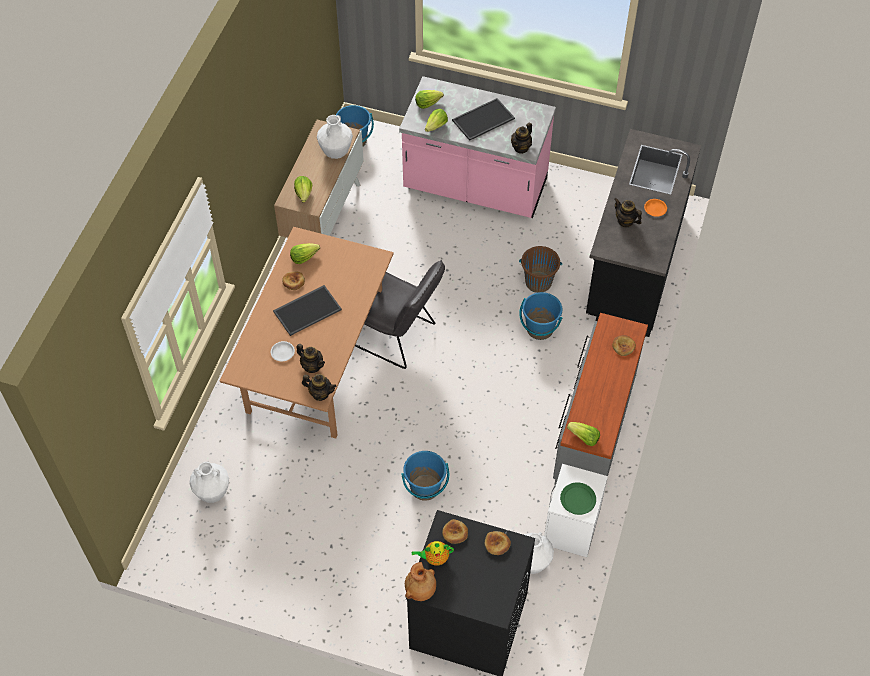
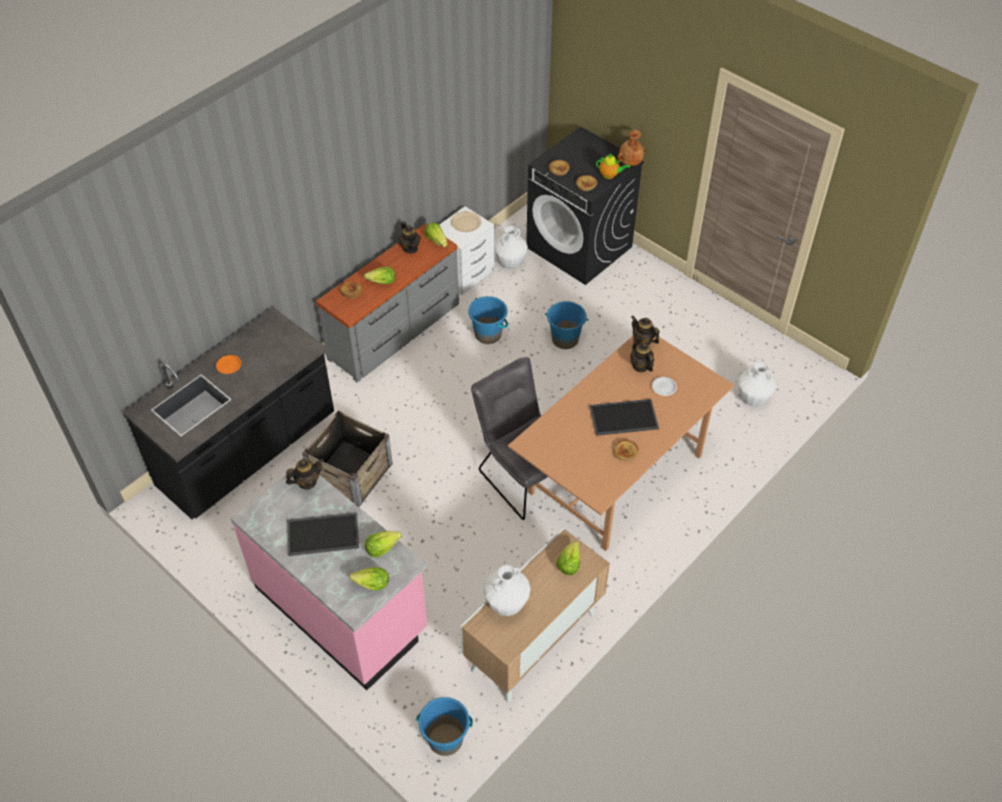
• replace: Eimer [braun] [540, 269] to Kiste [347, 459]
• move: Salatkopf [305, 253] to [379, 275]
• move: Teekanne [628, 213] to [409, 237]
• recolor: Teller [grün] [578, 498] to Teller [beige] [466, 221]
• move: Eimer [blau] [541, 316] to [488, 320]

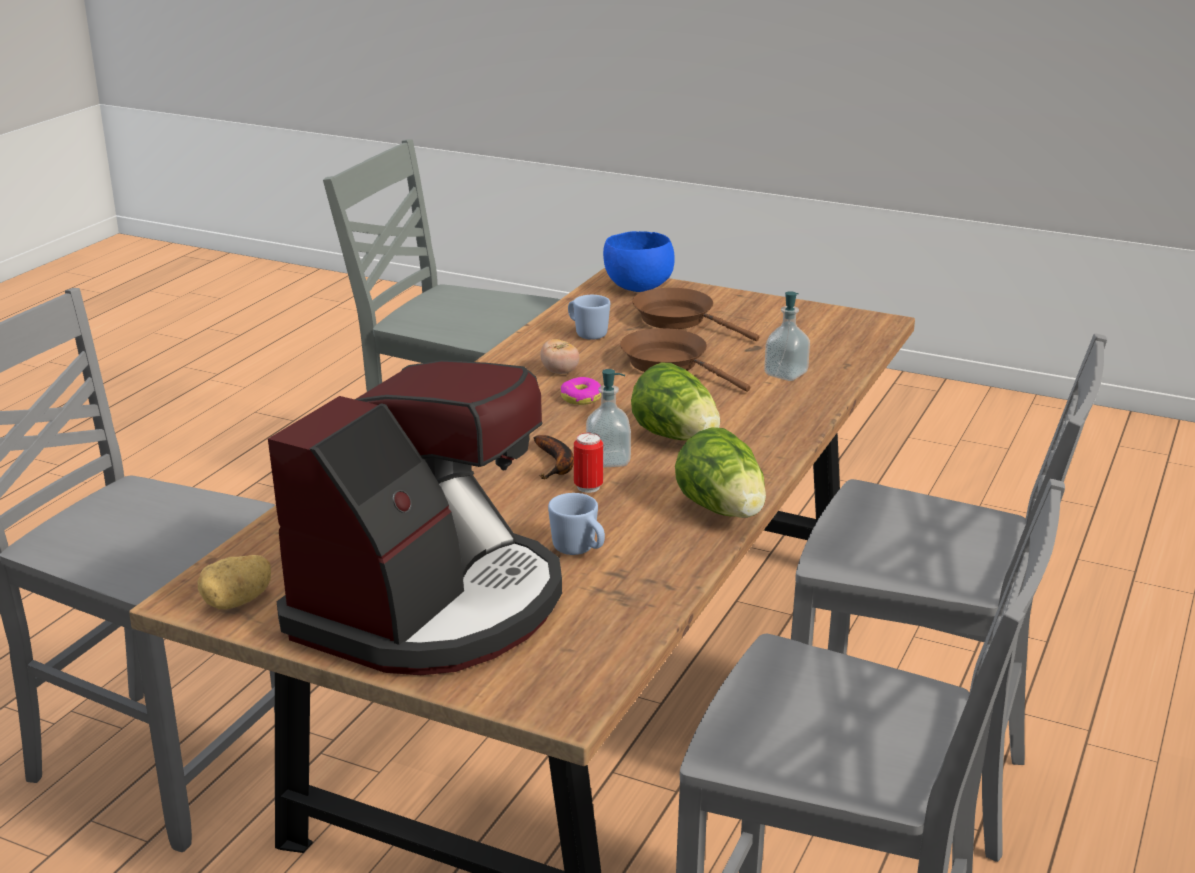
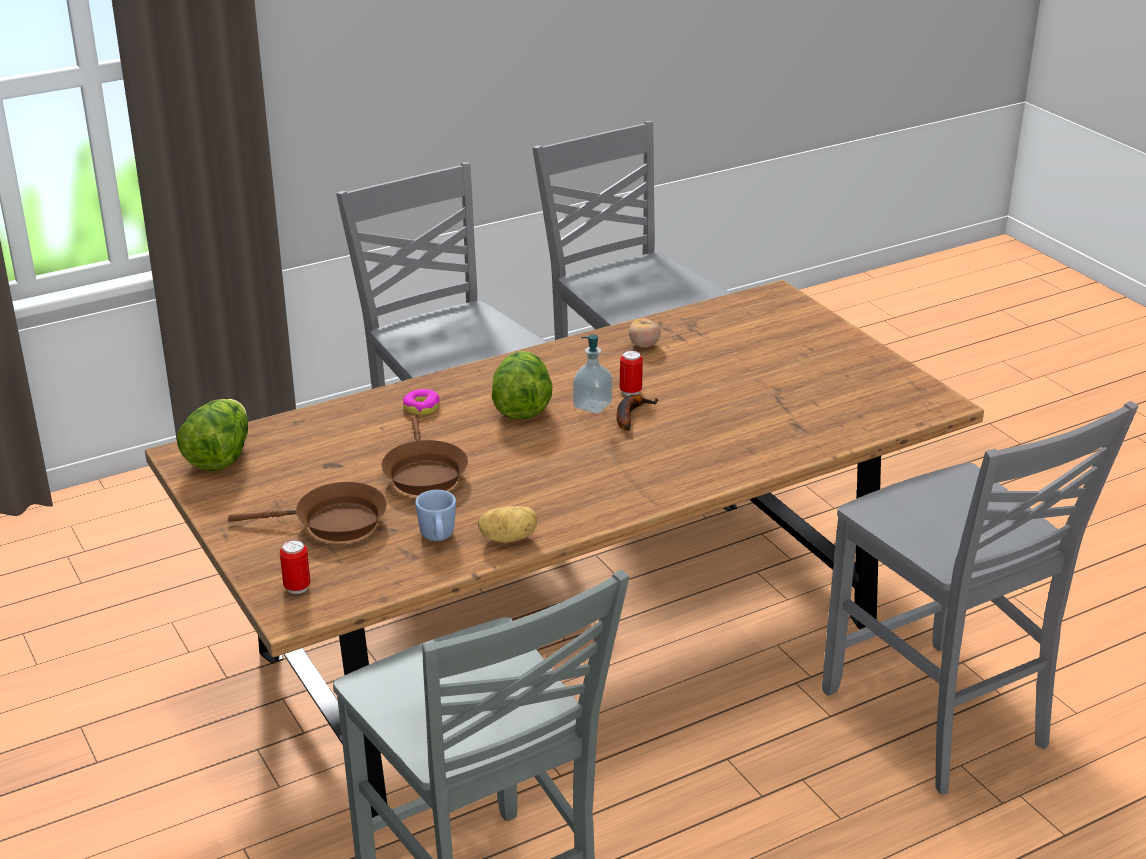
• move: Salatkopf [720, 472] to [212, 435]
• rotate: Pfanne [braun] [695, 314] = [307, 511] 75 degrees counterclockwise
• replace: Schüssel [blau] [639, 261] to Dose [295, 567]
• move: Donut [580, 391] to [421, 402]
• move: Kartoffel [234, 582] to [507, 524]
• move: Tomate [560, 356] to [645, 333]
• delete: Kaffeemaschine [415, 517]
• delete: Henkelbecher [blau] [576, 524]
• delete: Seifenspender [787, 336]

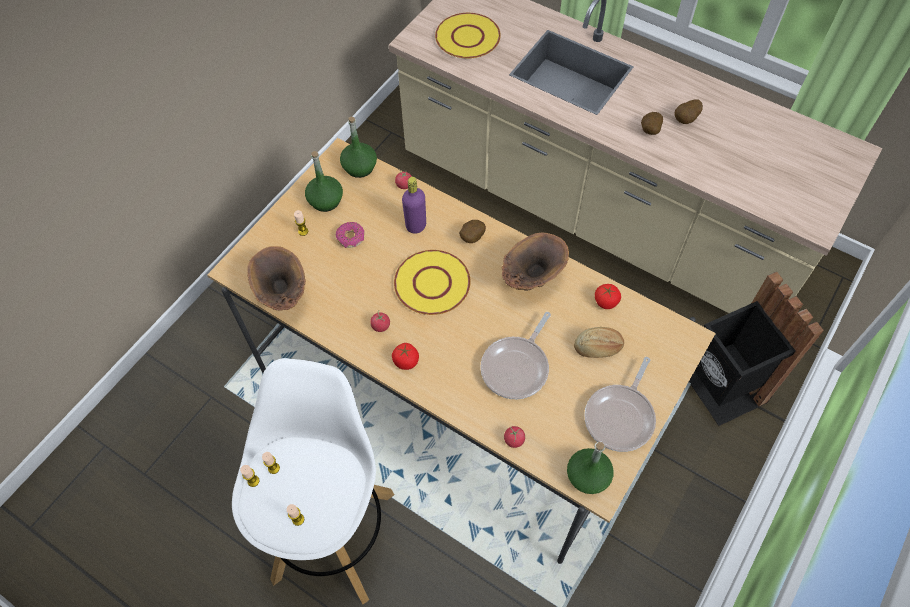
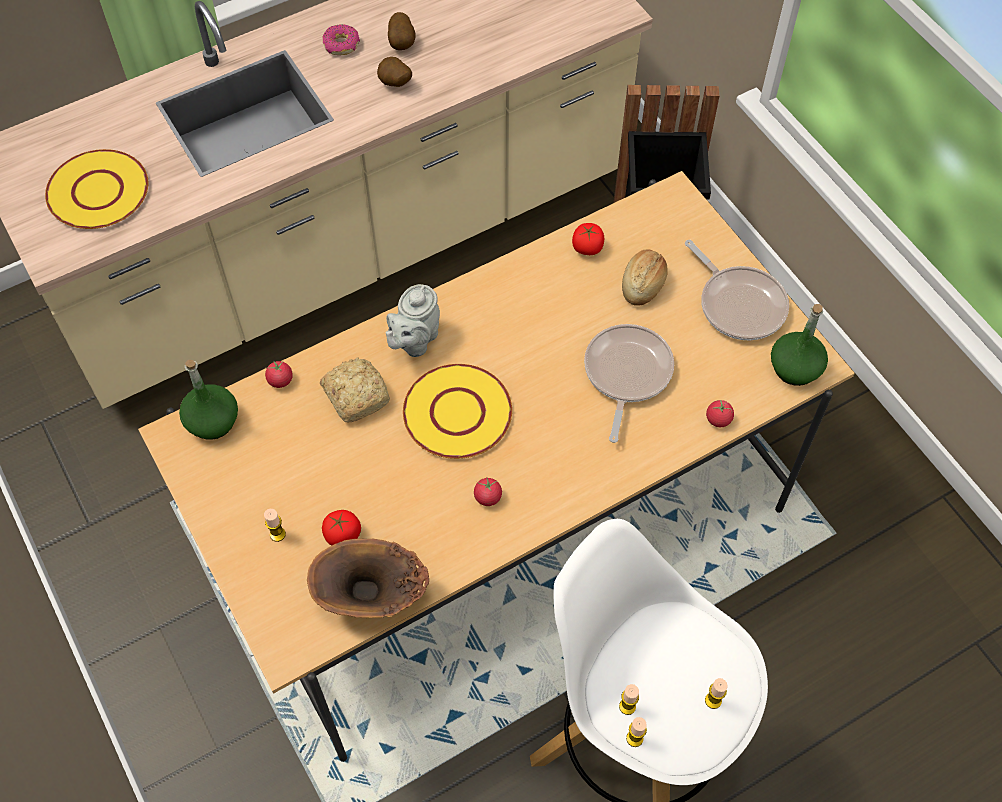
• replace: Flasche [lila] [414, 205] to Brot [355, 389]
• move: Donut [350, 235] to [341, 39]
• move: Tomate [405, 356] to [341, 528]
• replace: Kartoffel [472, 231] to Teekanne [grau] [412, 320]
• rotate: Pfanne [515, 355] = [629, 383] 135 degrees counterclockwise
• delete: Flasche [grün] [324, 181]
• delete: Vase [braun] [535, 261]

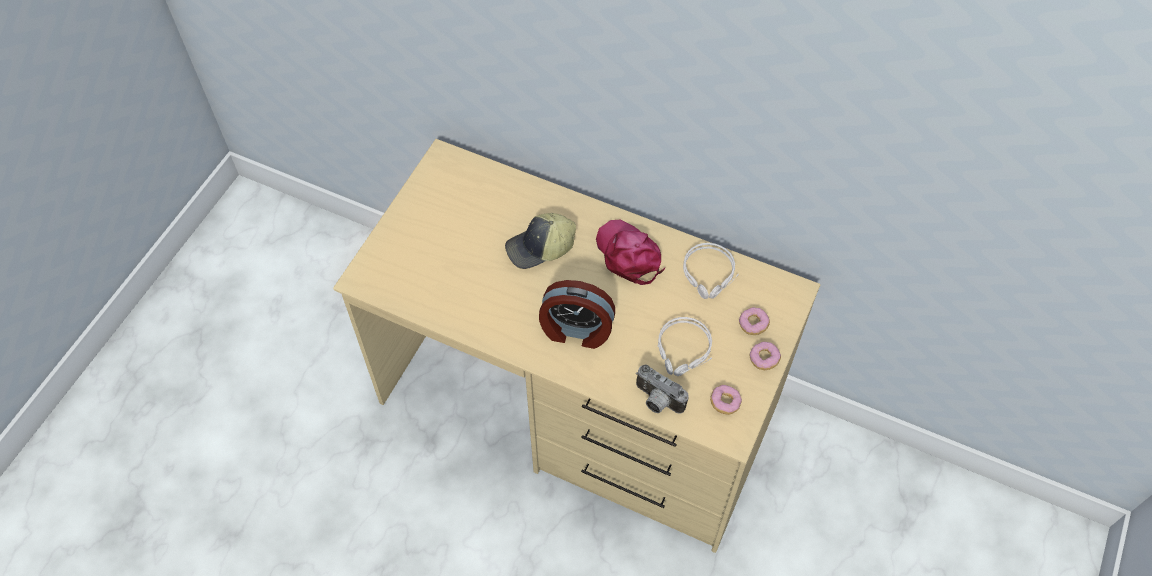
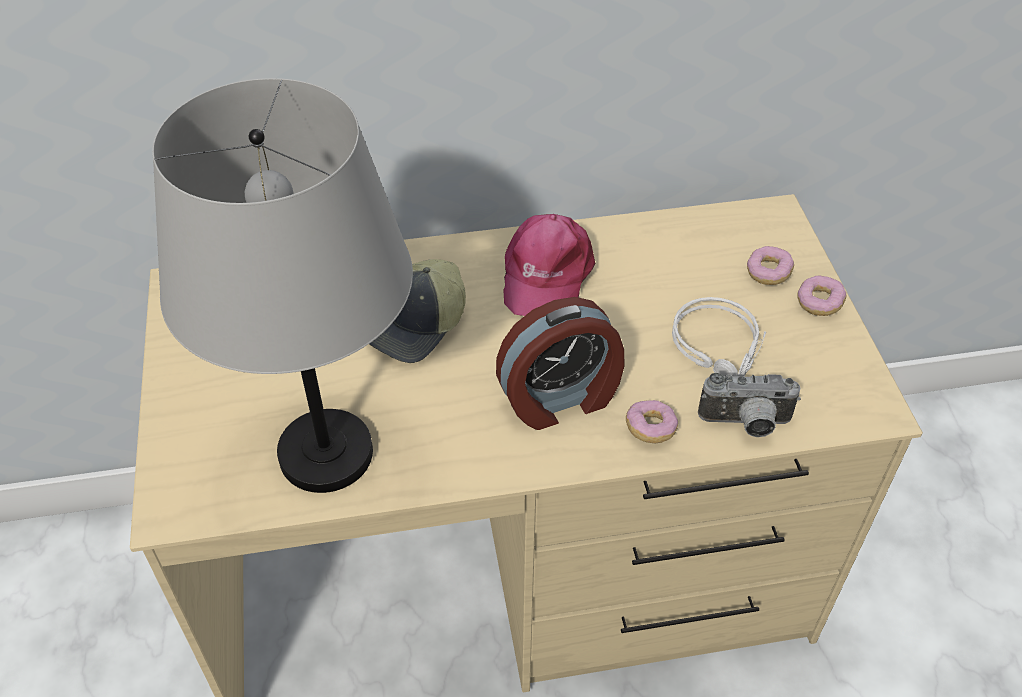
• insert: Tischlampe [grau] [282, 285]
• rotate: Kappe [rosa] [631, 252] = [549, 265] 105 degrees counterclockwise
• move: Donut [726, 400] to [652, 421]
• delete: Kopfhörer [grau] [711, 271]

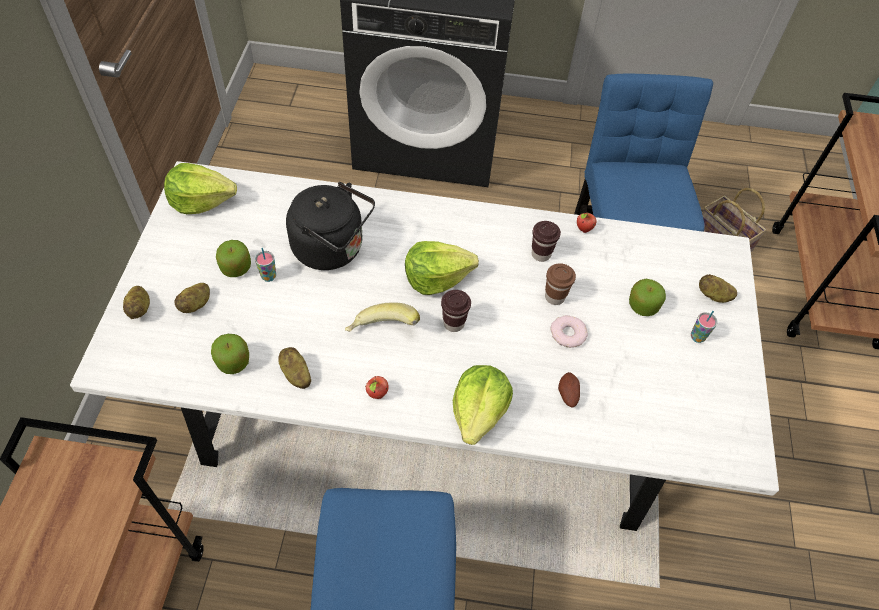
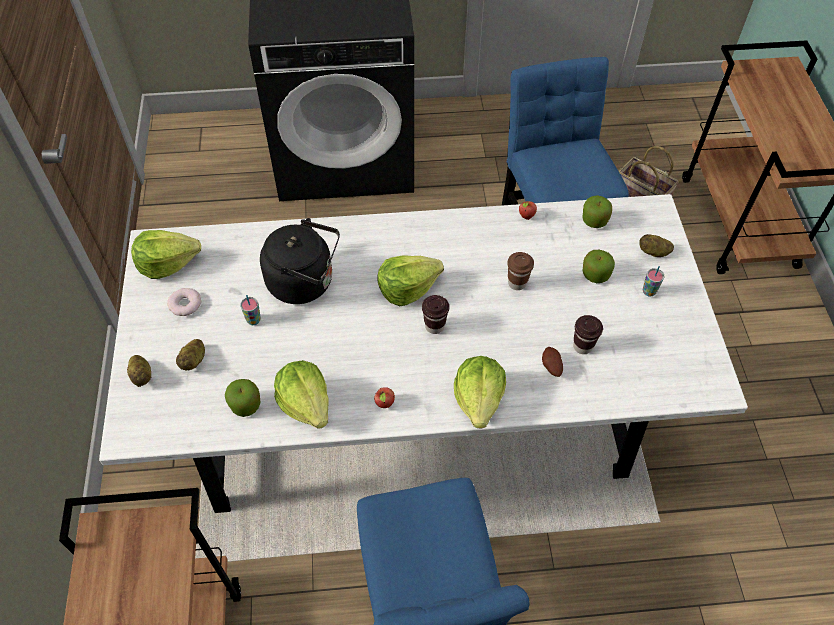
• move: Donut [569, 331] to [184, 302]
• replace: Kartoffel [294, 368] to Salatkopf [301, 394]
• move: Tasse [braun] [546, 241] to [588, 334]
• move: Apfel [233, 258] to [597, 211]
• delete: Banane [382, 317]

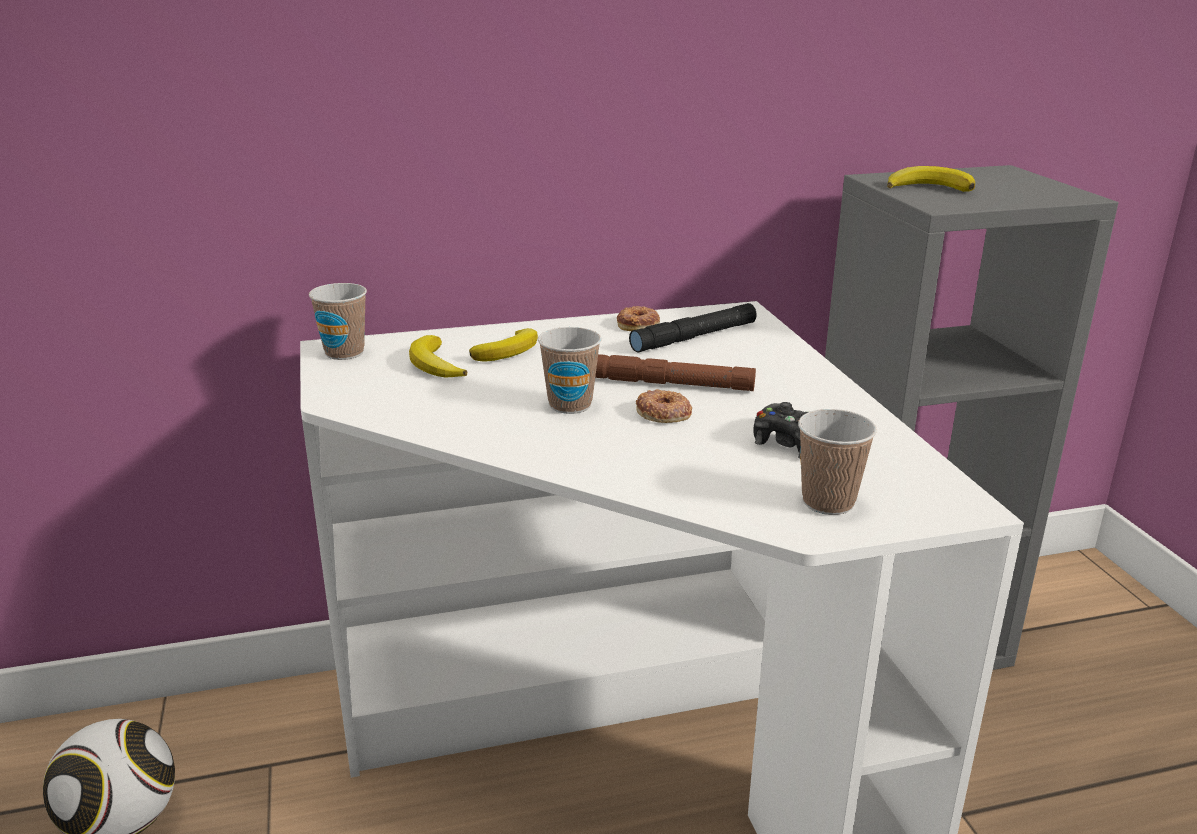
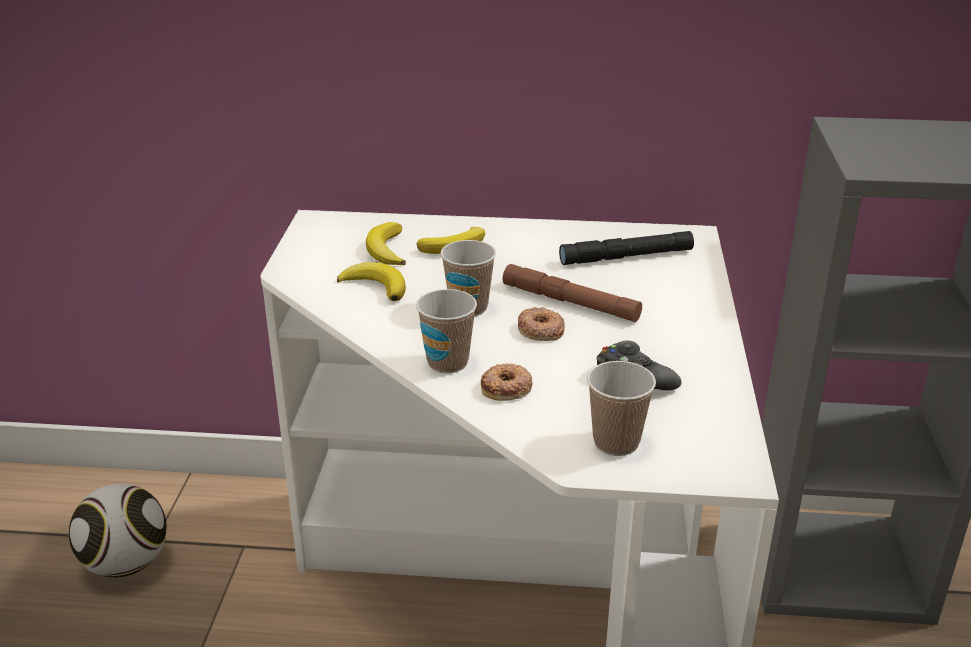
• move: Banane [931, 179] to [371, 281]
• move: Tasse [338, 321] to [446, 331]
• move: Donut [638, 318] to [506, 382]

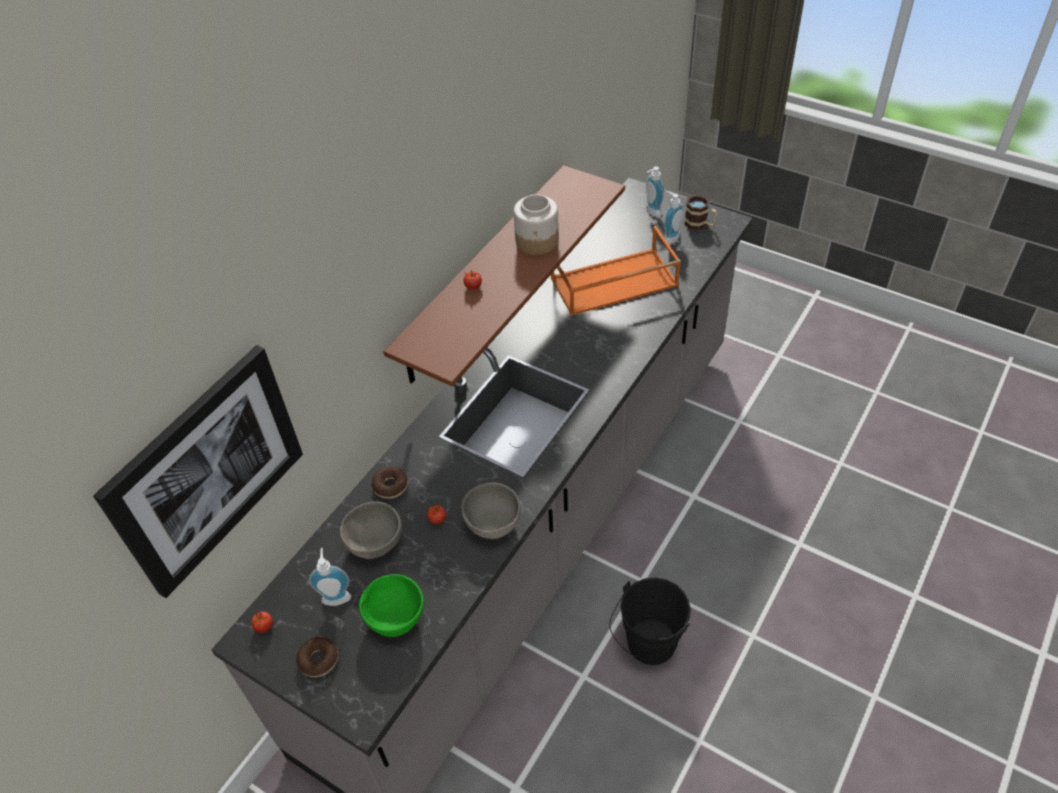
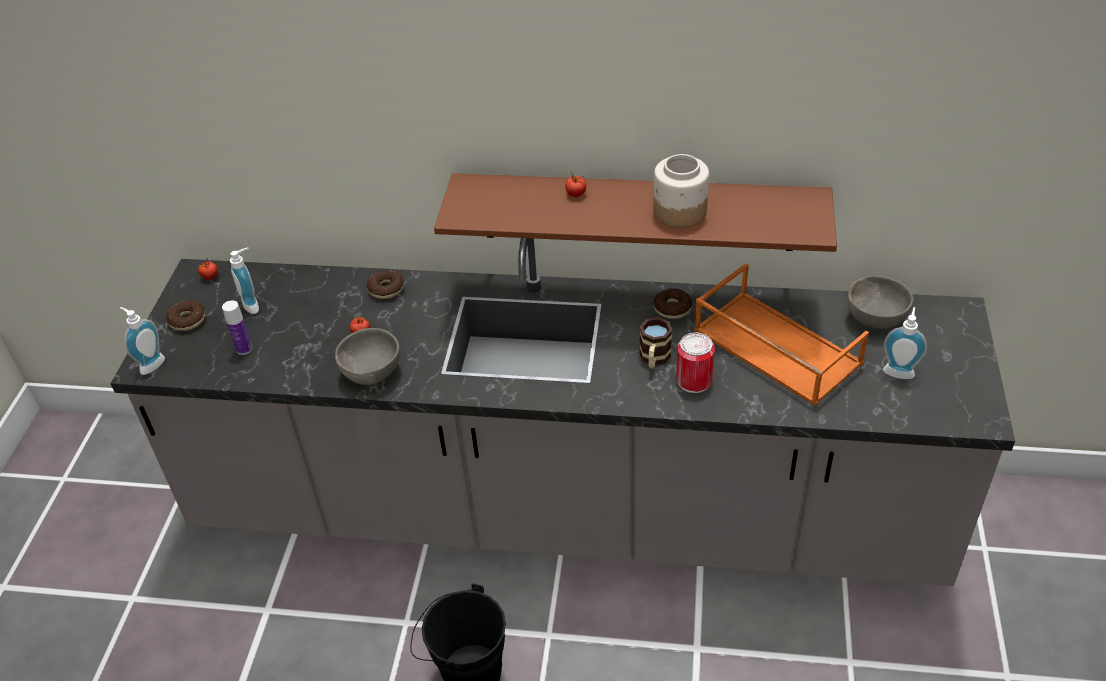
• move: Seifenspender [655, 191] to [142, 341]
• replace: Schüssel [grün] [391, 605] to Flasche [237, 327]
• move: Henkelbecher [701, 212] to [655, 343]
• insert: Donut [672, 303]
• insert: Dose [695, 363]
• move: Schüssel [grau] [371, 530] to [880, 302]
• delete: Bild [198, 471]

